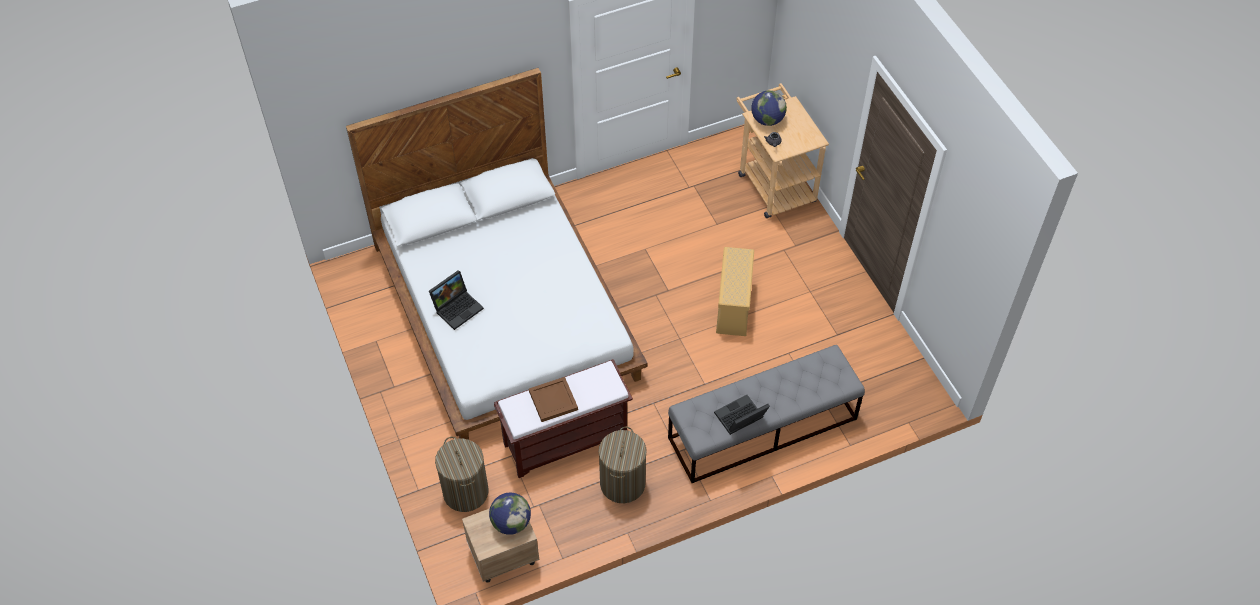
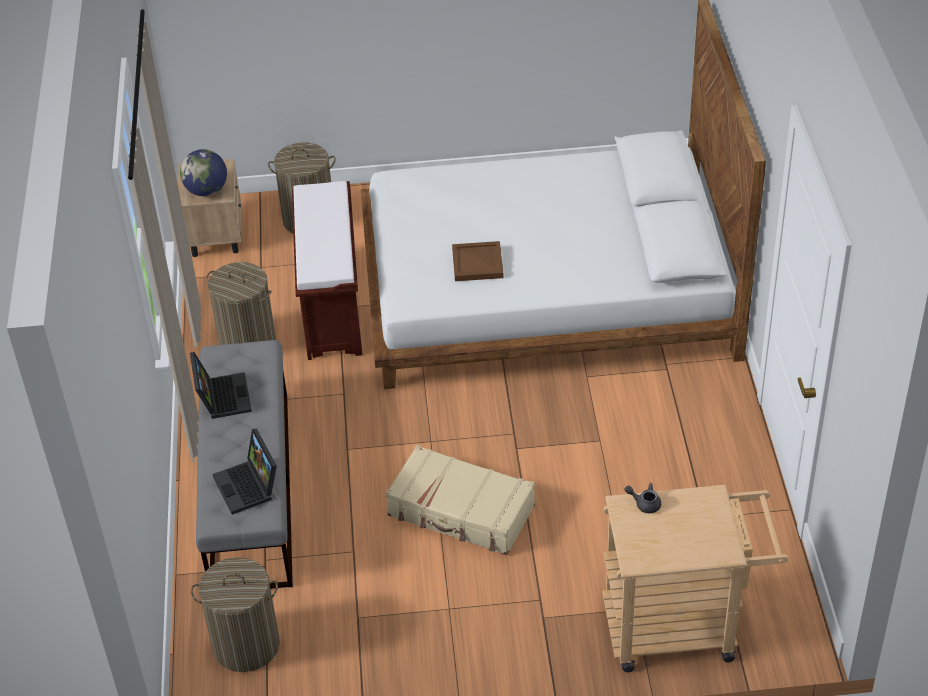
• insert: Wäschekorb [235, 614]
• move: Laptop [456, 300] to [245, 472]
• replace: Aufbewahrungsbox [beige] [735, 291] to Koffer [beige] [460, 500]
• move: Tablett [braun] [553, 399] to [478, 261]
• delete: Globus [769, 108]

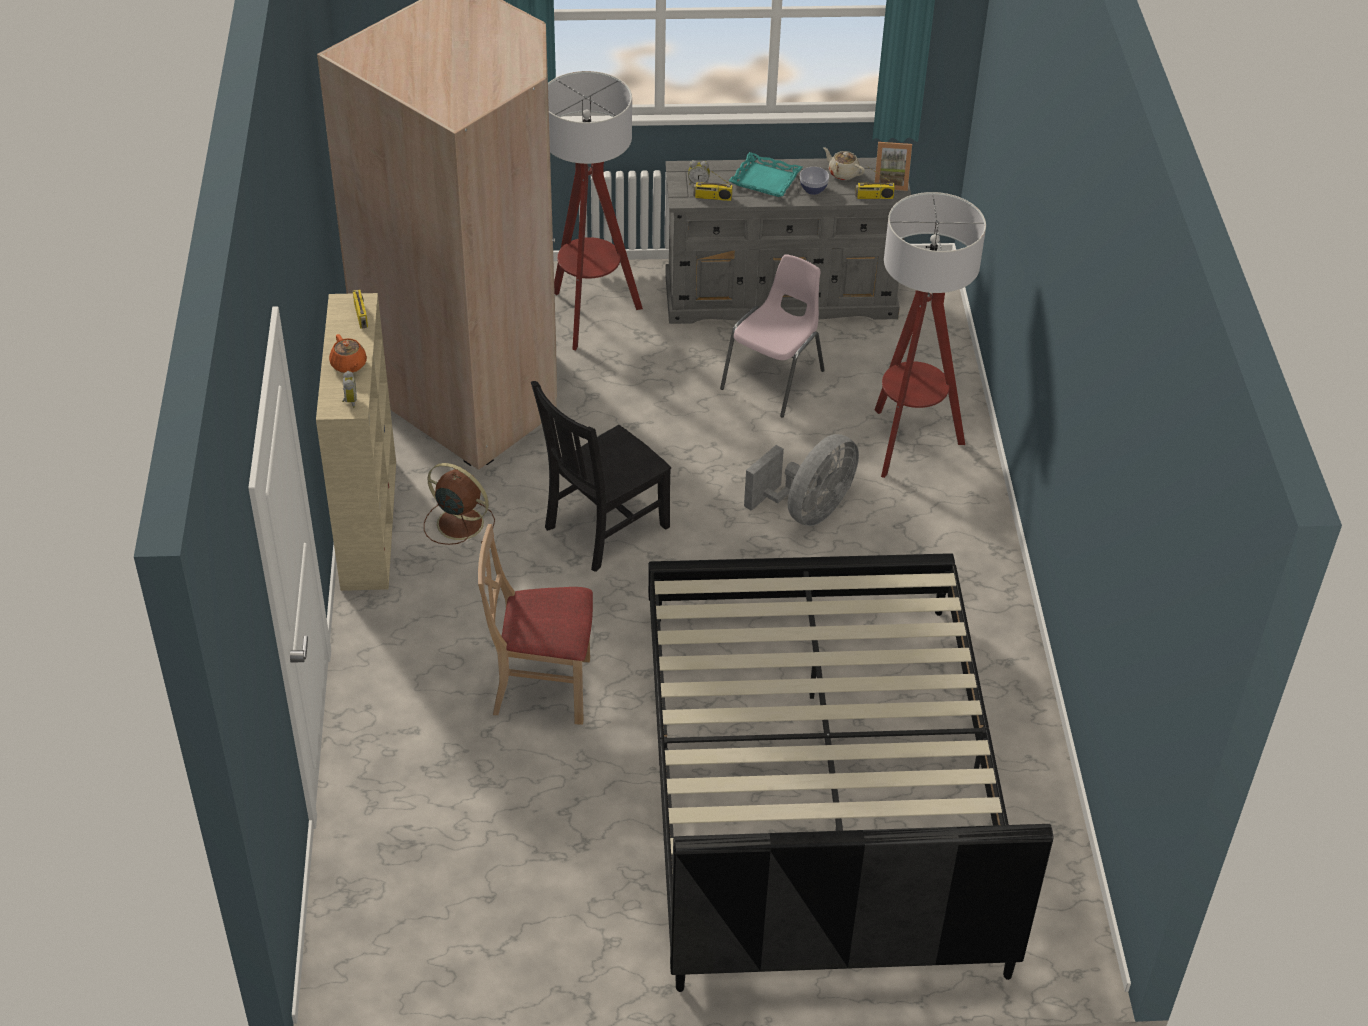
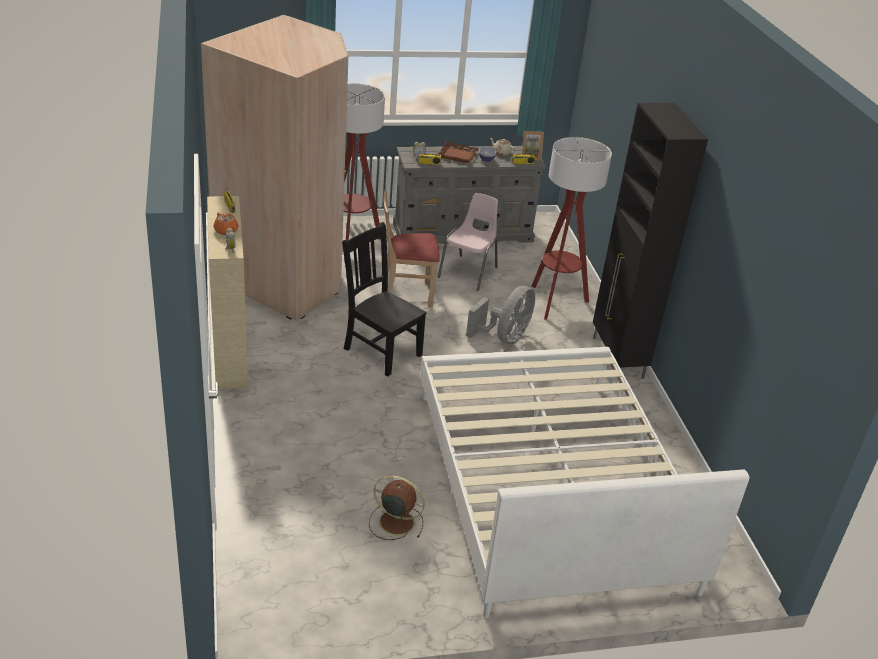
• rotate: Stuhl [schwarz] [601, 476] = [384, 299] 90 degrees clockwise
• move: Ventilator [braun] [459, 504] to [397, 507]
• move: Stuhl [beige] [535, 624] to [411, 249]
• recolor: Bett [schwarz] [851, 772] to Bett [weiß] [585, 482]
• recolor: Tablett [türkis] [766, 174] to Tablett [braun] [458, 152]
• insert: Schrank [schwarz] [650, 241]

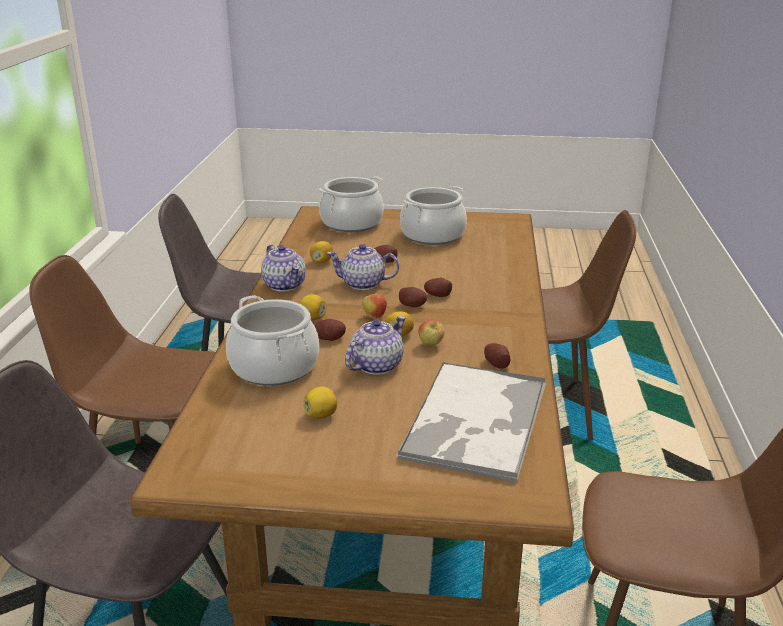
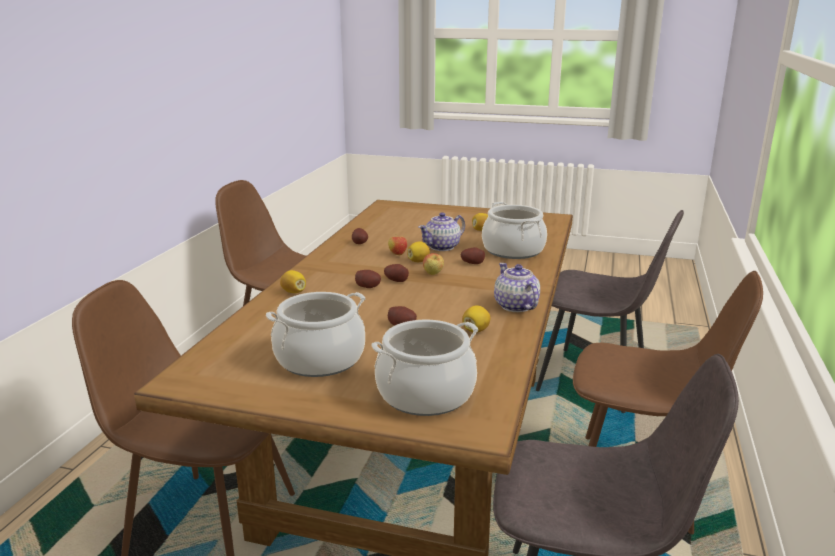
• move: Zitrone [313, 307] to [293, 281]
• delete: Teekanne [362, 267]
• delete: Tablett [471, 422]

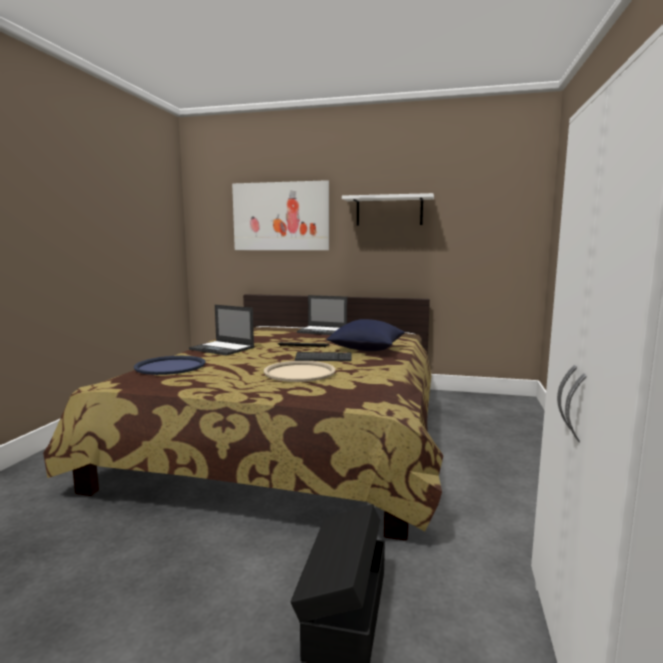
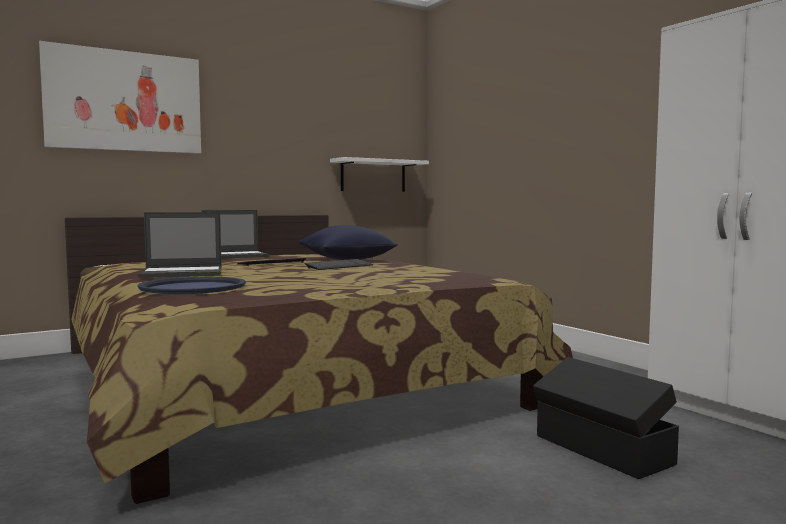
• move: Wandregal [weiß] [388, 209] to [379, 174]
• delete: Tablett [beige] [299, 371]

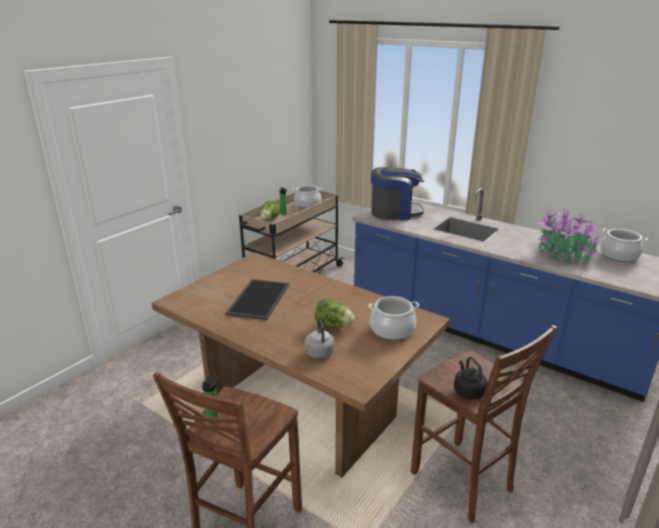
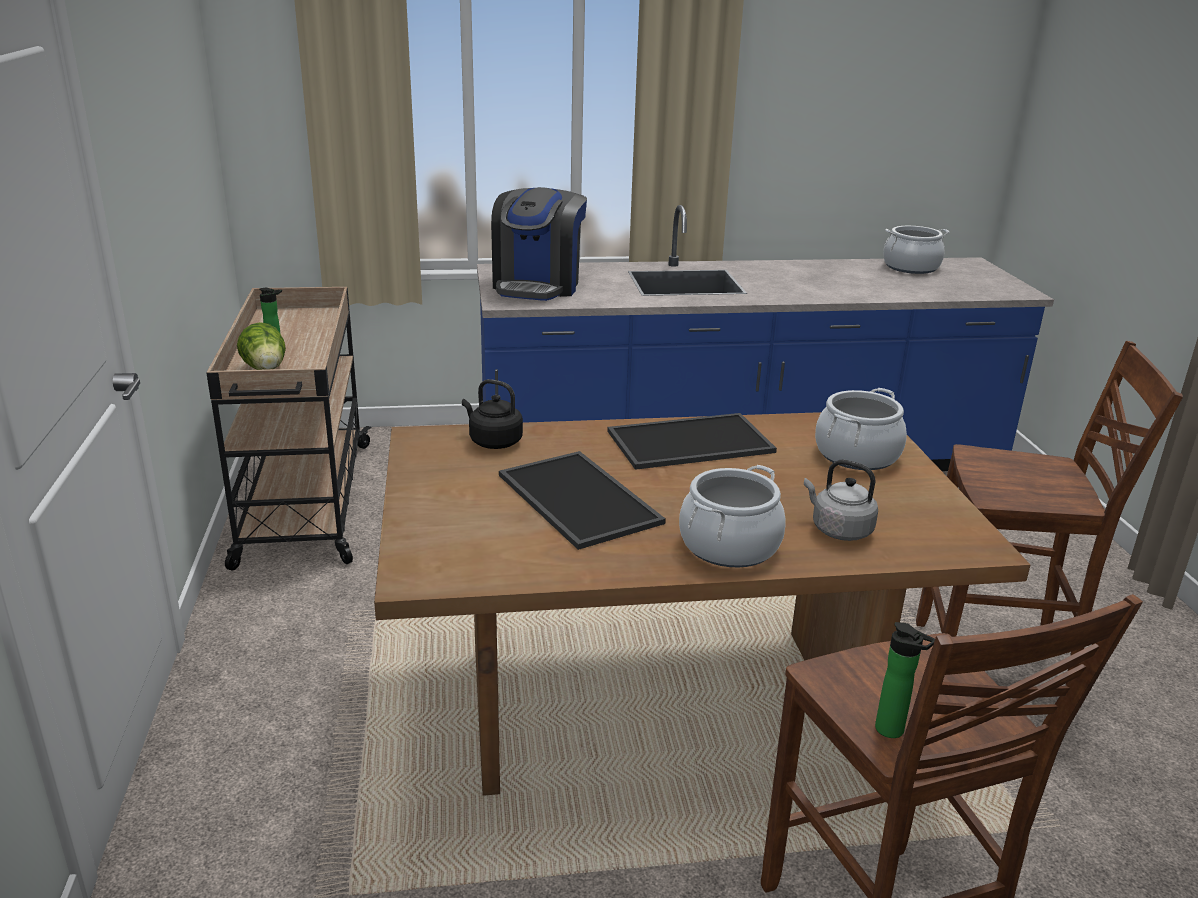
• move: Wasserkessel [schwarz] [470, 378] to [492, 414]
• rotate: Kaffeemaschine [397, 193] = [539, 244] 150 degrees clockwise
• insert: Tablett [692, 441]
• move: Kochtopf [308, 197] to [732, 516]
• delete: Salatkopf [335, 312]
• delete: Topfpflanze [570, 236]

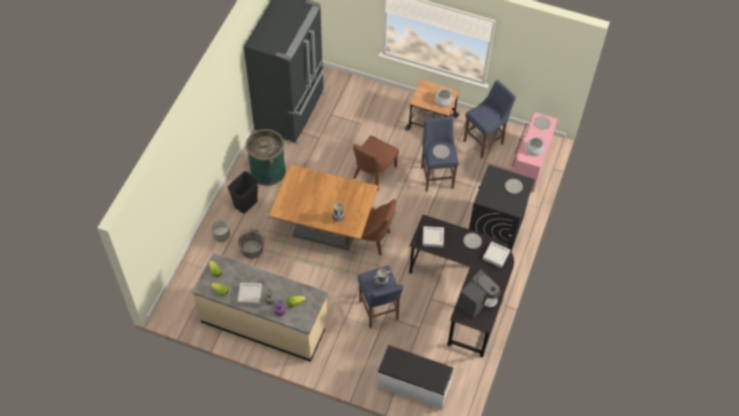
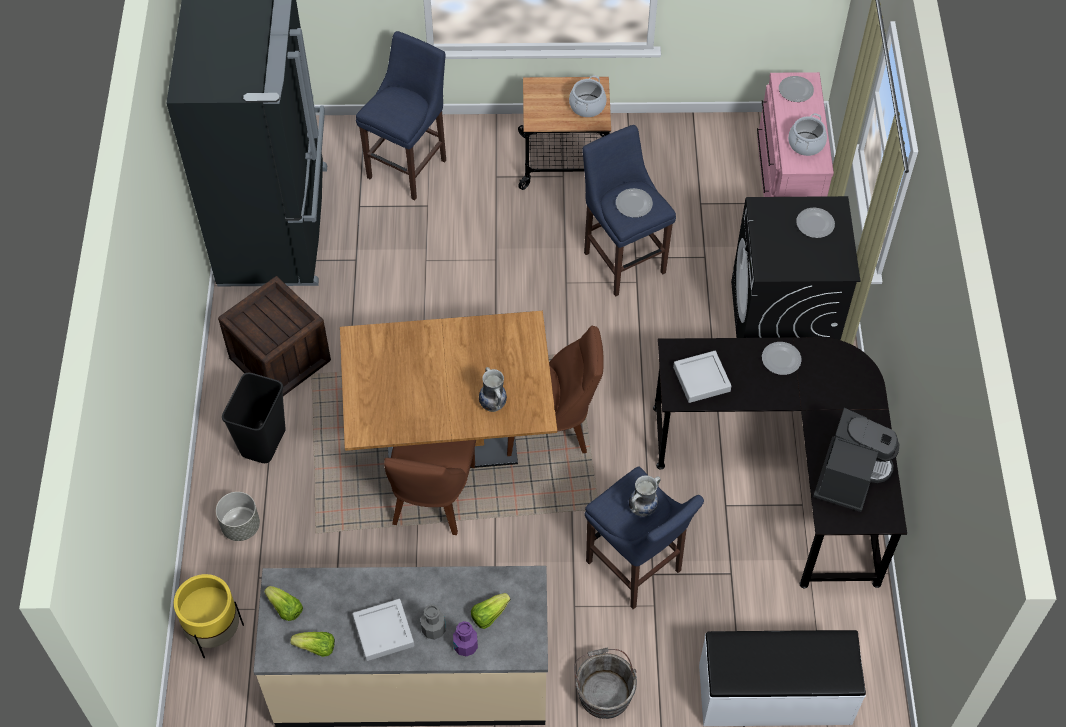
• insert: Pflanzkübel [gelb] [209, 616]
• replace: Mülleimer [grün] [266, 157] to Kiste [274, 336]
• move: Hocker [blau] [490, 119] to [401, 115]
• move: Stuhl [braun] [376, 163] to [430, 487]
• move: Eimer [grau] [251, 244] to [605, 683]
• delete: Tablett [grau] [496, 254]

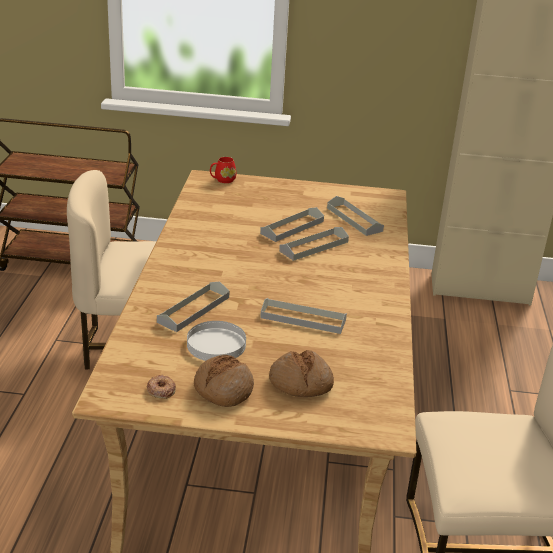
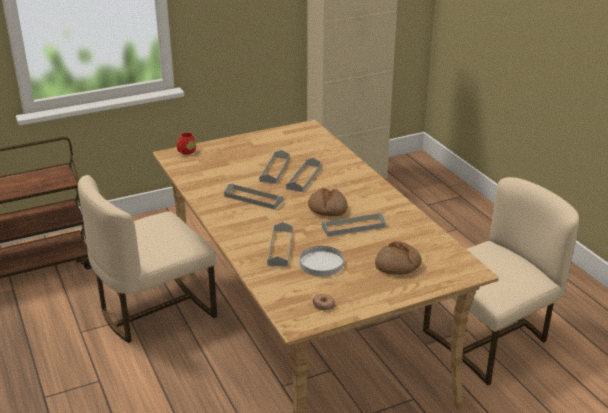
• move: Tablett [grau] [355, 216] to [253, 197]
• move: Brot [224, 381] to [328, 202]

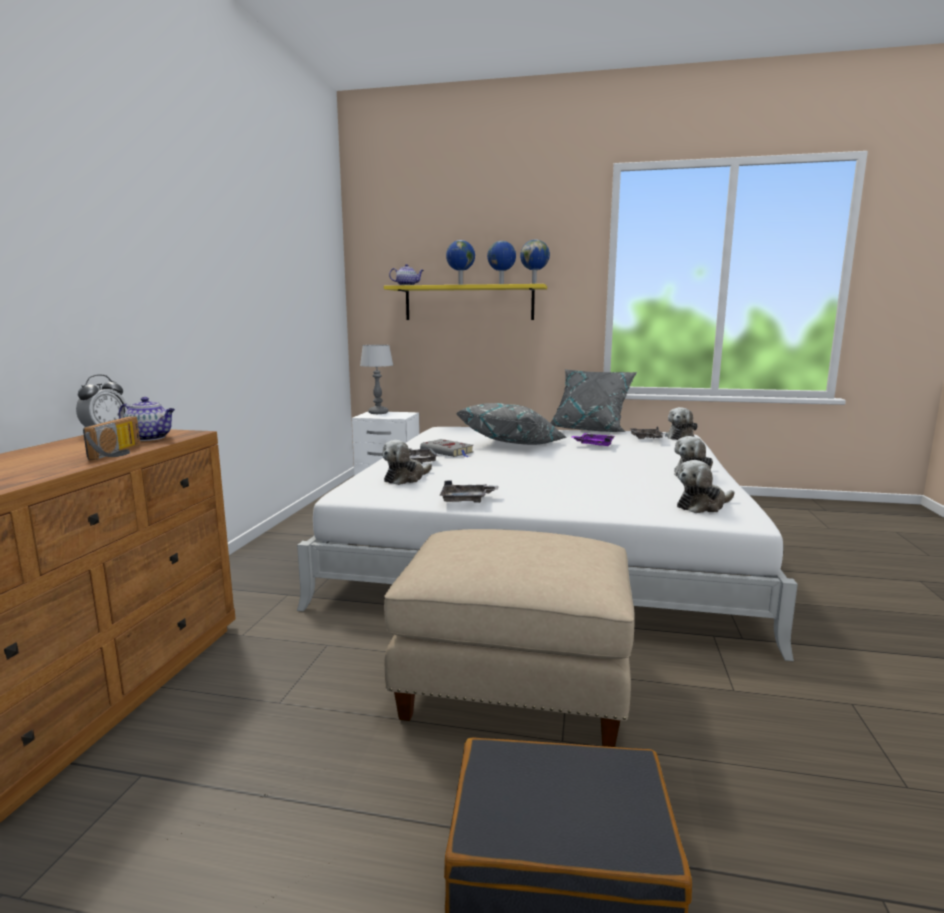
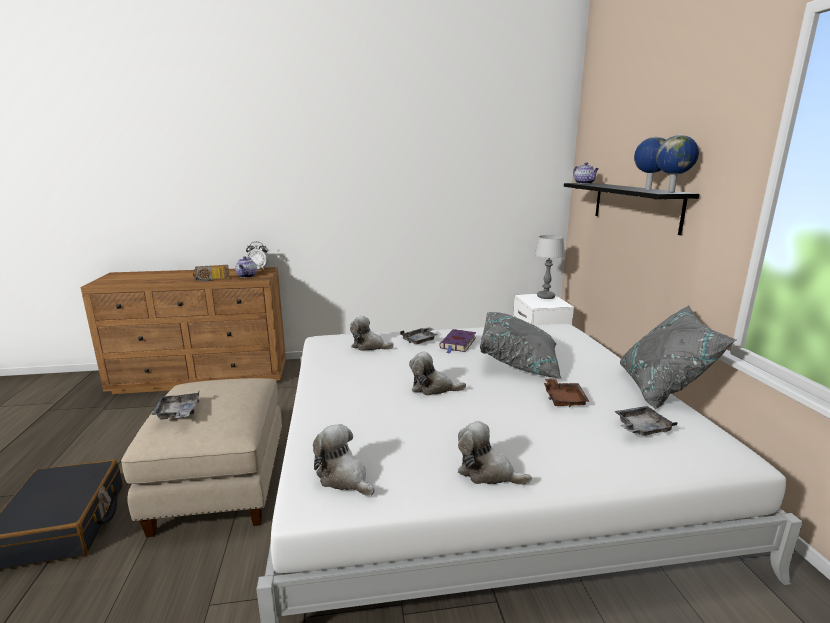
• move: Tablett [grau] [468, 491] to [175, 405]
• move: Plüschtier [681, 423] to [437, 373]
• recolor: Buch [grau] [446, 448] to Buch [lila] [457, 341]
• recolor: Tablett [lila] [593, 439] to Tablett [braun] [567, 393]
• recolor: Wandregal [gelb] [465, 302] to Wandregal [schwarz] [632, 209]
• delete: Globus [460, 262]

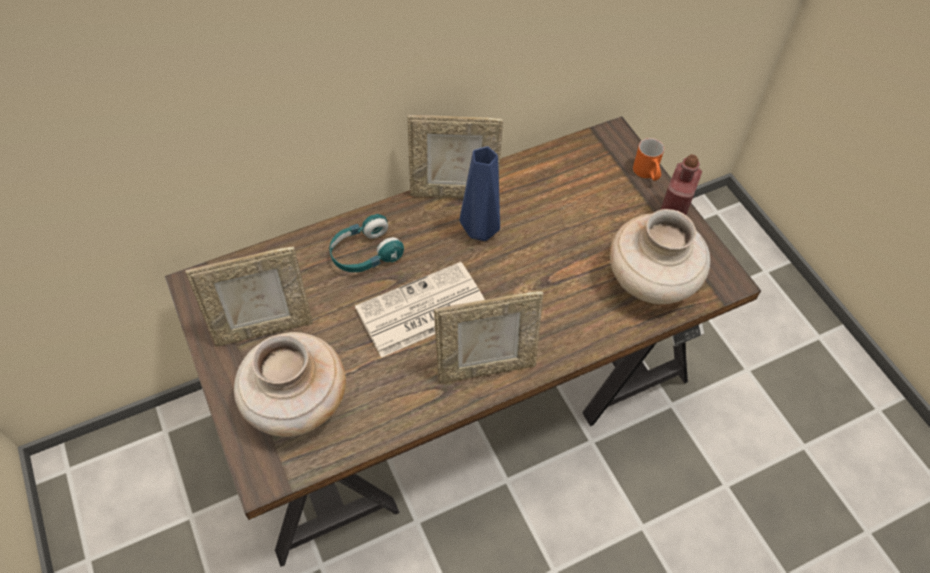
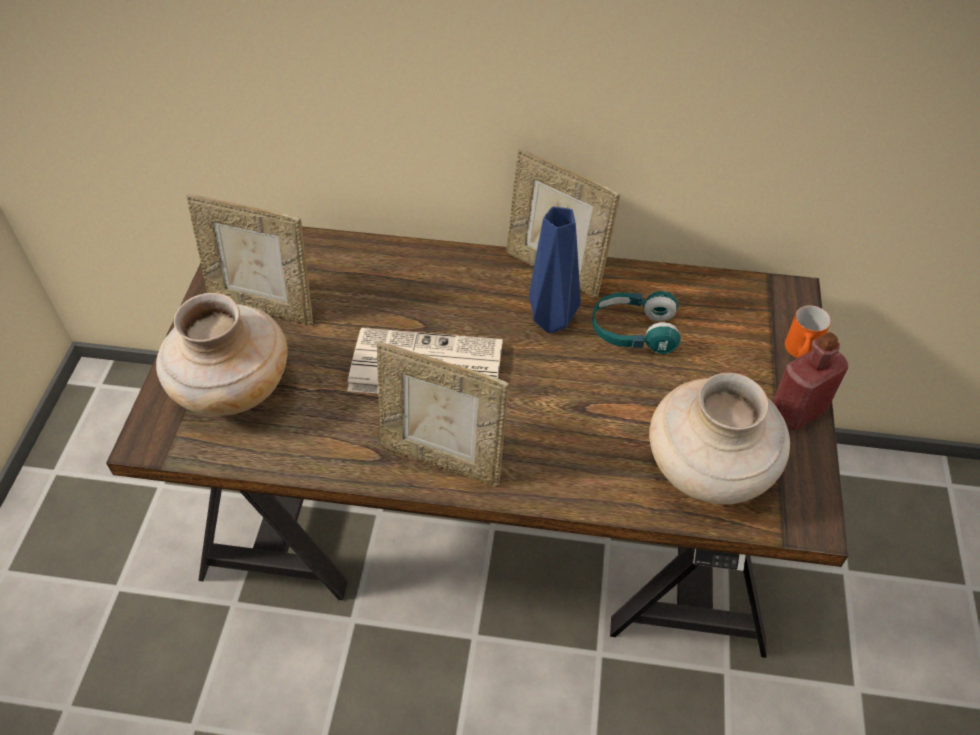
• move: Kopfhörer [türkis] [366, 243] to [636, 322]

